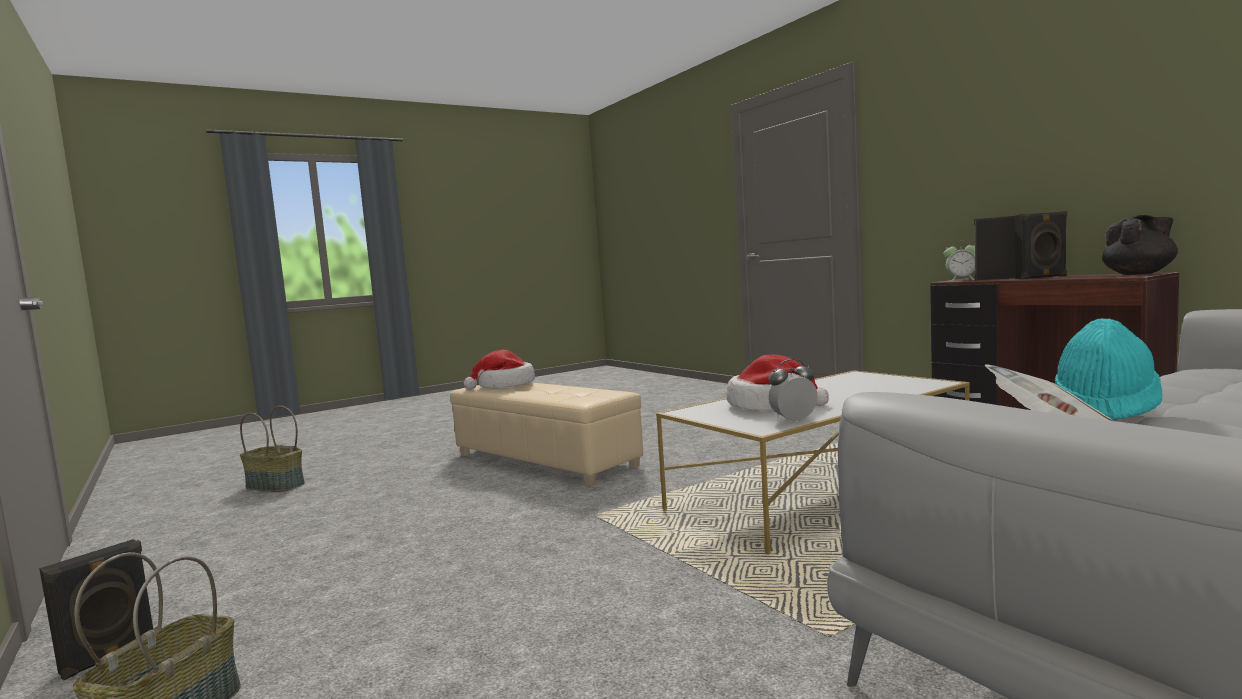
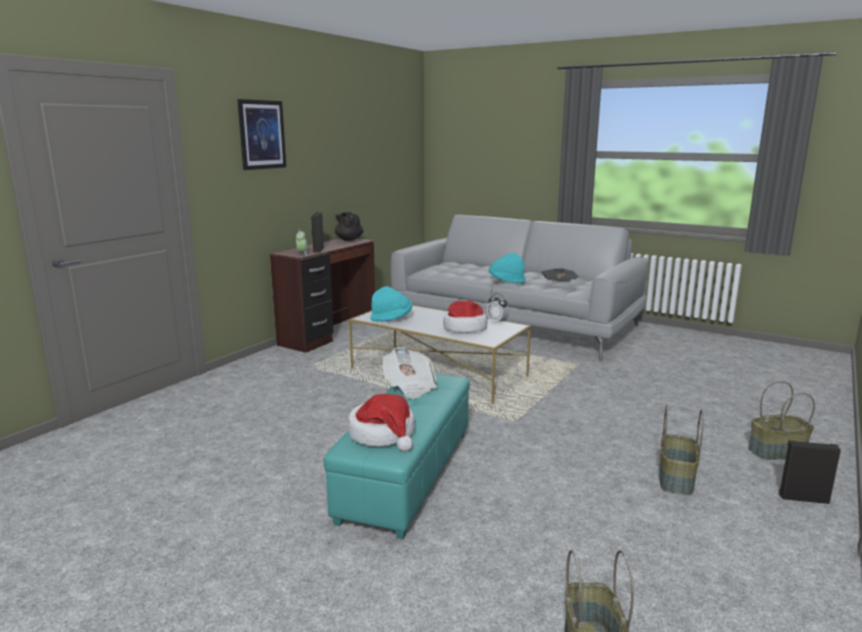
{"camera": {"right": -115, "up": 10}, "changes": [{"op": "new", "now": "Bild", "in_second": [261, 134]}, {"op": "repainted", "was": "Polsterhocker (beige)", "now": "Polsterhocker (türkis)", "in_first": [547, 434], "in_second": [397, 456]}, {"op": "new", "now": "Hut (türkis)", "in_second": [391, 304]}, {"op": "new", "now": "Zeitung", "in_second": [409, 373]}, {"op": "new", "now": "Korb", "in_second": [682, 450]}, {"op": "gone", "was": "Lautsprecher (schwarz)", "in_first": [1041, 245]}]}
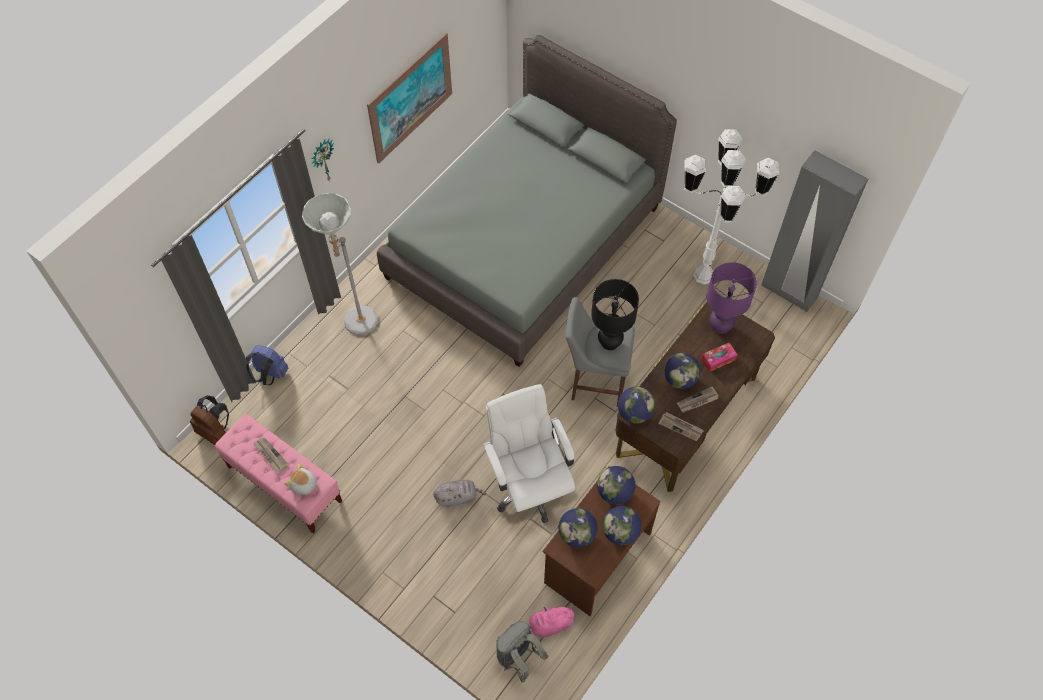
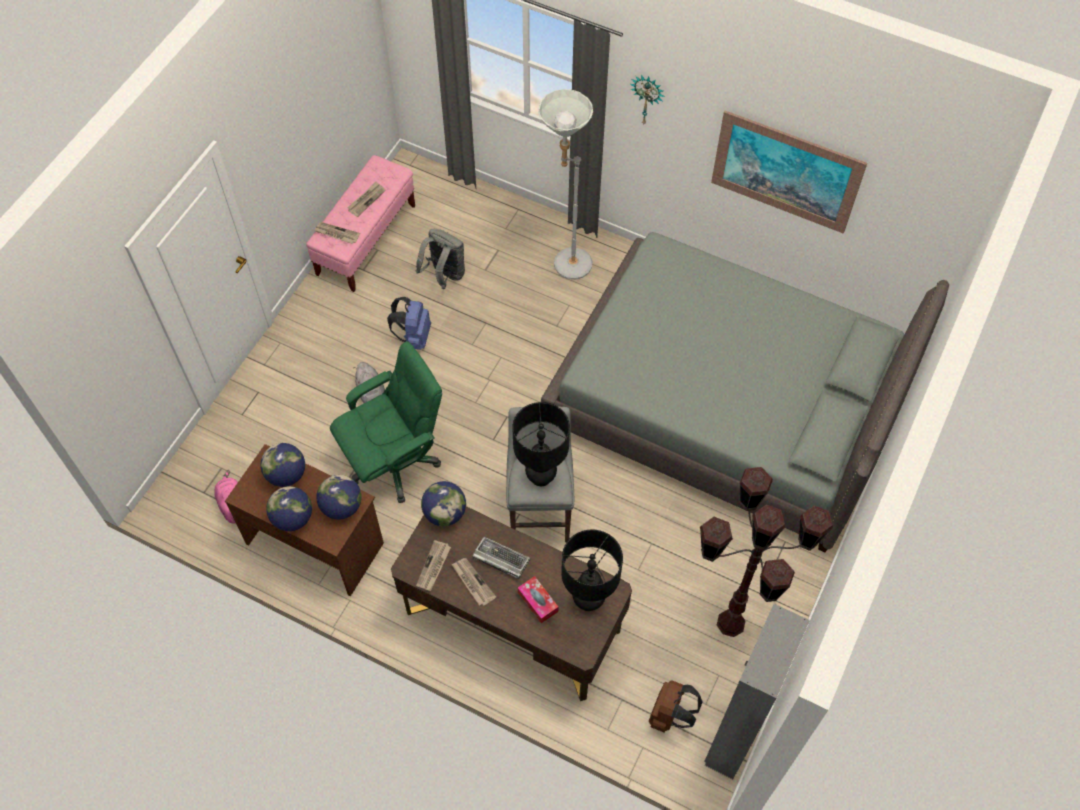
{"camera": {"right": 80, "up": 0}, "changes": [{"op": "swapped", "was": "Plüschtier", "now": "Zeitung", "in_first": [300, 479], "in_second": [337, 233]}, {"op": "repainted", "was": "Bürostuhl (weiß)", "now": "Bürostuhl (grün)", "in_first": [529, 453], "in_second": [386, 422]}, {"op": "shifted", "was": "Rucksack (blau)", "in_first": [267, 365], "in_second": [409, 323]}, {"op": "shifted", "was": "Rucksack (grau)", "in_first": [522, 652], "in_second": [440, 259]}, {"op": "swapped", "was": "Globus", "now": "Tastatur", "in_first": [682, 371], "in_second": [501, 558]}, {"op": "repainted", "was": "Tischlampe (lila)", "now": "Tischlampe (schwarz)", "in_first": [732, 298], "in_second": [592, 570]}, {"op": "shifted", "was": "Rucksack (braun)", "in_first": [209, 420], "in_second": [675, 706]}, {"op": "repainted", "was": "Stehlampe (weiß)", "now": "Stehlampe (braun)", "in_first": [731, 207], "in_second": [766, 552]}]}
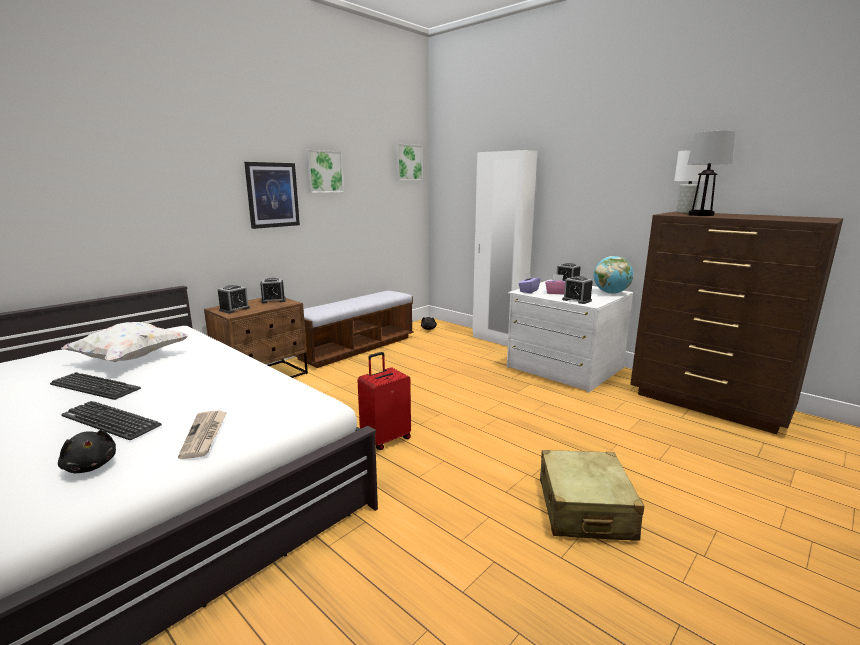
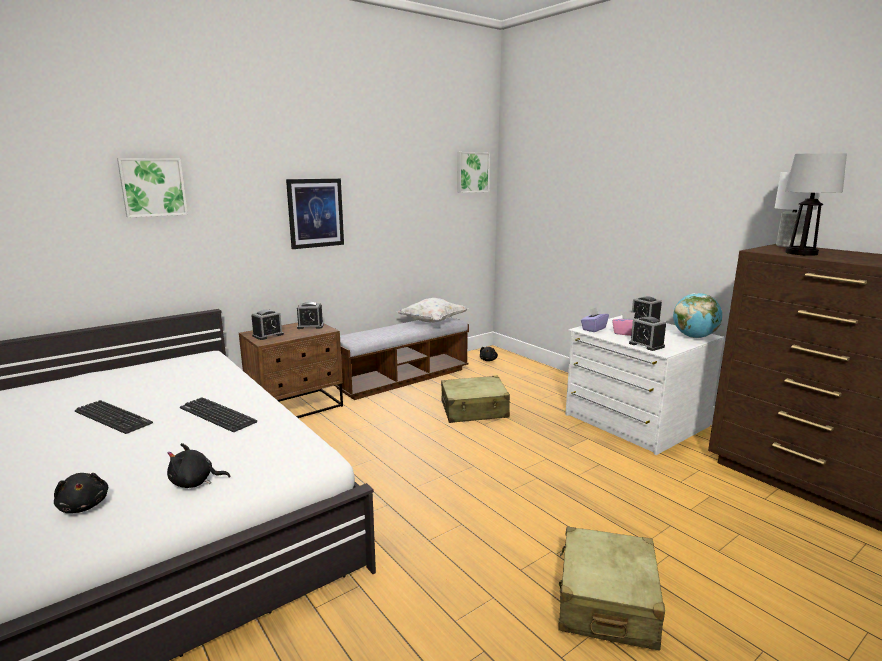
{"camera": {"right": 10, "up": 0}, "changes": [{"op": "shifted", "was": "Bild", "in_first": [324, 171], "in_second": [152, 188]}, {"op": "swapped", "was": "Zeitung", "now": "Plüschtier (schwarz)", "in_first": [202, 434], "in_second": [198, 465]}, {"op": "shifted", "was": "Tastatur", "in_first": [111, 420], "in_second": [218, 414]}, {"op": "shifted", "was": "Kissen (weiß)", "in_first": [125, 342], "in_second": [432, 310]}, {"op": "new", "now": "Koffer (beige)", "in_second": [475, 399]}, {"op": "gone", "was": "Koffer (rot)", "in_first": [384, 401]}, {"op": "gone", "was": "Kleiderschrank (weiß)", "in_first": [504, 248]}]}
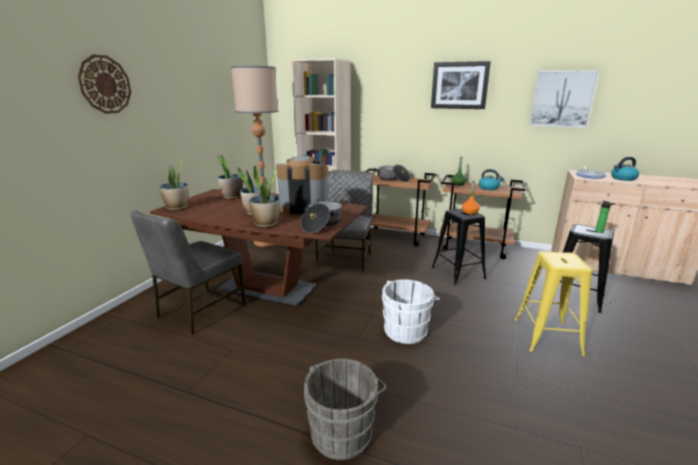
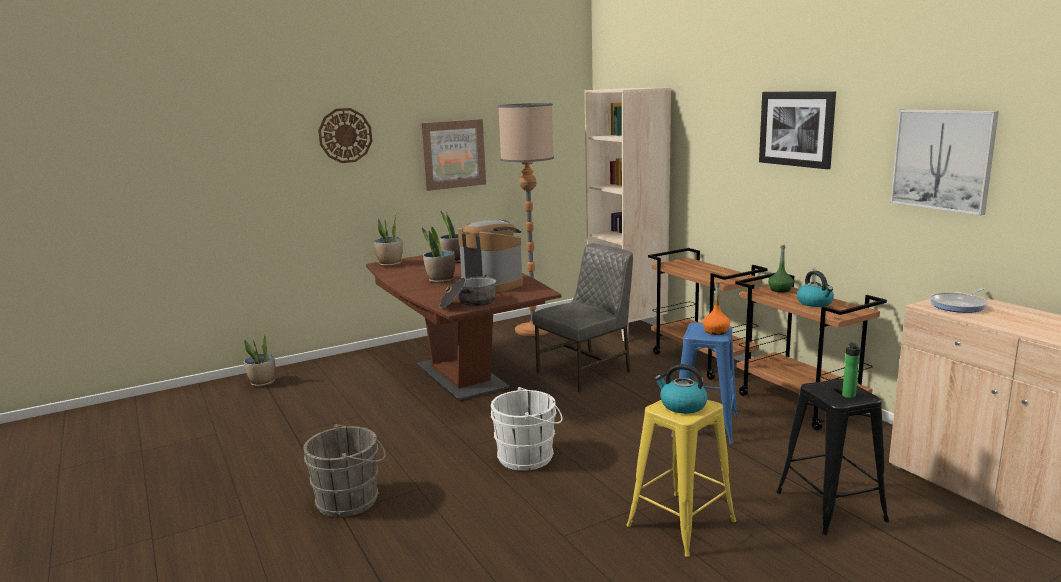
{"camera": {"right": 40, "up": -5}, "changes": [{"op": "shifted", "was": "Topfpflanze", "in_first": [264, 198], "in_second": [260, 360]}, {"op": "new", "now": "Bild", "in_second": [453, 155]}, {"op": "shifted", "was": "Wasserkessel", "in_first": [625, 169], "in_second": [681, 389]}, {"op": "repainted", "was": "Hocker (schwarz)", "now": "Hocker (blau)", "in_first": [459, 247], "in_second": [704, 383]}, {"op": "gone", "was": "Stuhl (grau)", "in_first": [188, 272]}, {"op": "gone", "was": "Kochtopf", "in_first": [392, 173]}]}
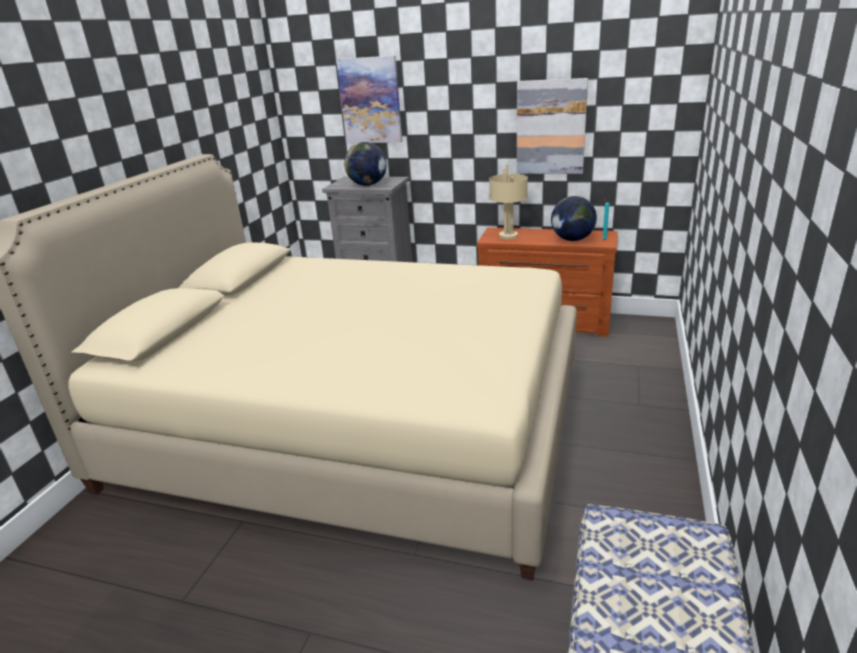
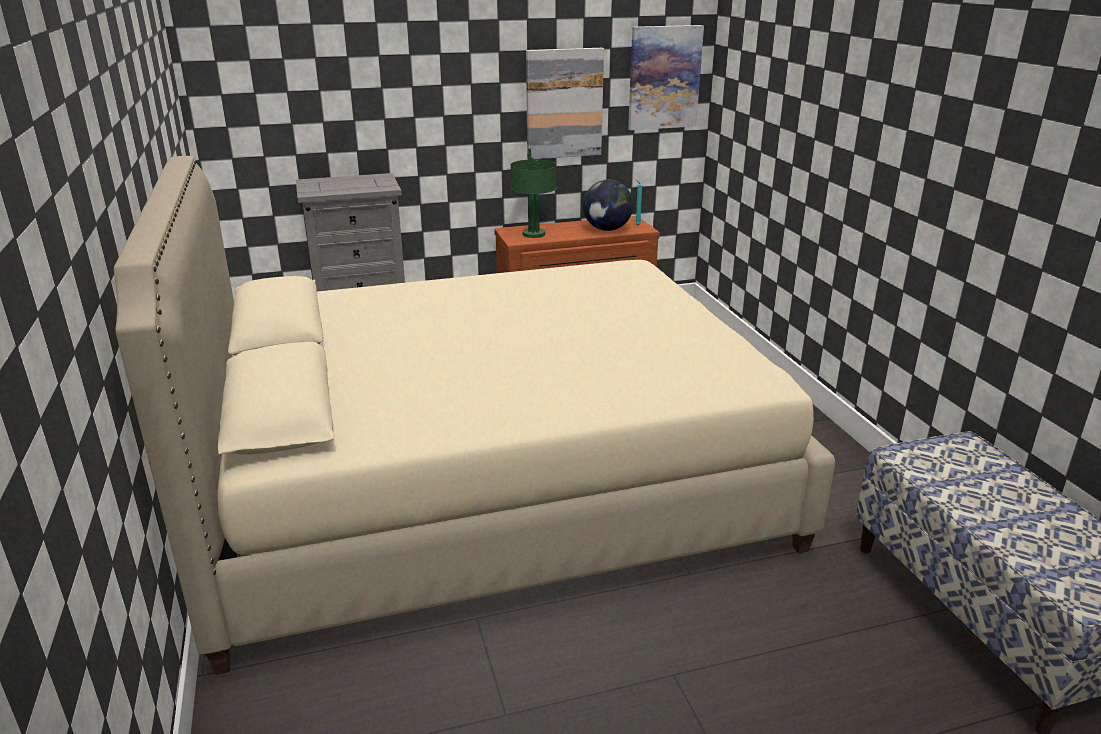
{"camera": {"right": -35, "up": 0}, "changes": [{"op": "repainted", "was": "Tischlampe (beige)", "now": "Tischlampe (grün)", "in_first": [508, 201], "in_second": [533, 193]}, {"op": "shifted", "was": "Bild", "in_first": [369, 99], "in_second": [666, 77]}, {"op": "gone", "was": "Globus", "in_first": [365, 164]}]}
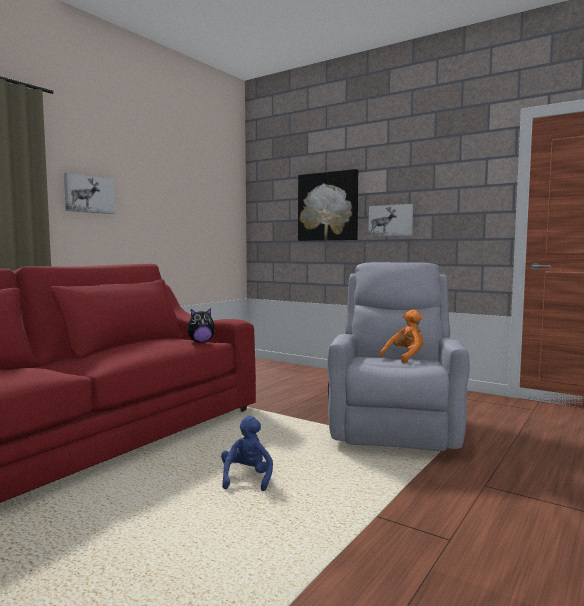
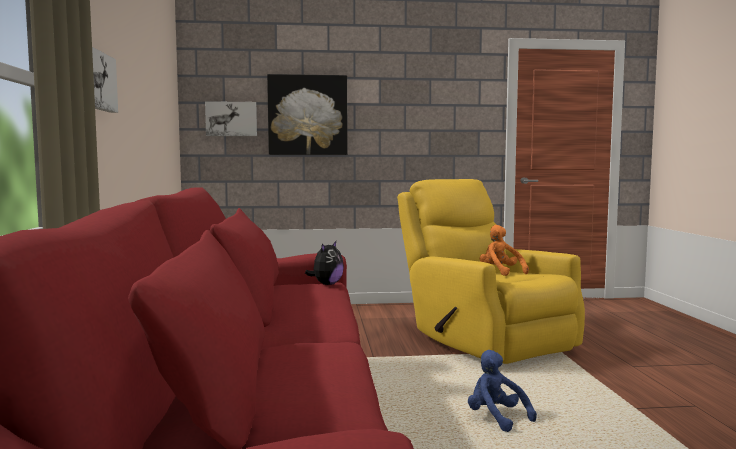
{"camera": {"right": -40, "up": 0}, "changes": [{"op": "shifted", "was": "Bild", "in_first": [391, 220], "in_second": [231, 118]}, {"op": "repainted", "was": "Sessel (grau)", "now": "Sessel (gelb)", "in_first": [398, 356], "in_second": [491, 271]}, {"op": "rotated", "was": "Plüschtier (orange)", "in_first": [401, 336], "in_second": [504, 250], "clockwise": -45}]}
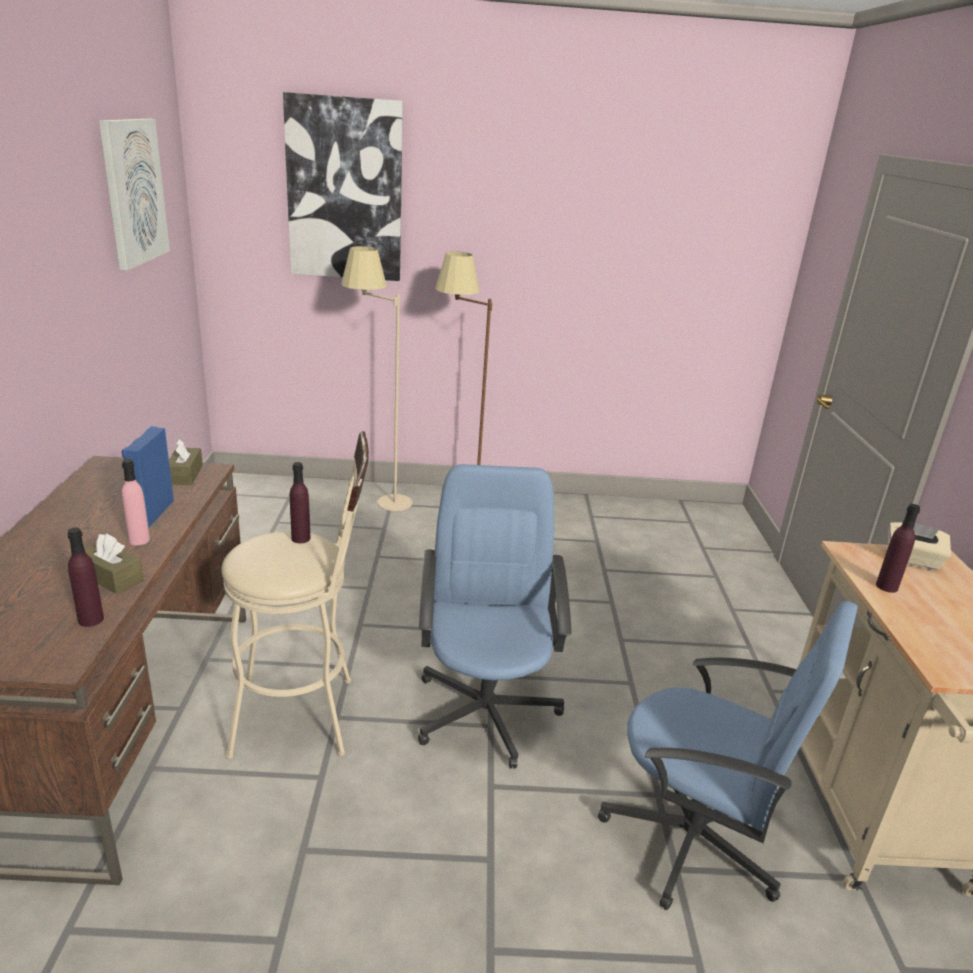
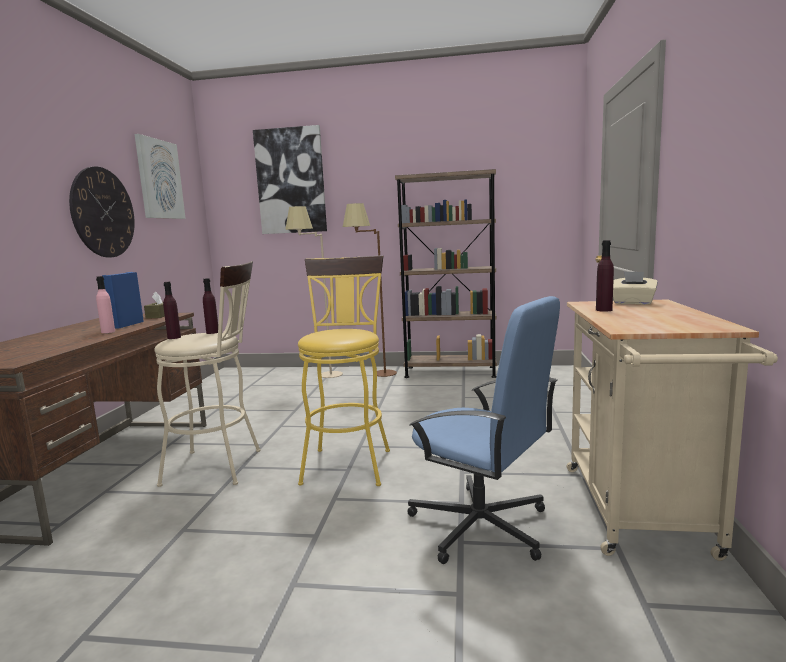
{"camera": {"right": 10, "up": -15}, "changes": [{"op": "new", "now": "Wanduhr", "in_second": [102, 212]}, {"op": "shifted", "was": "Flasche (lila)", "in_first": [85, 577], "in_second": [172, 310]}, {"op": "swapped", "was": "Bürostuhl (blau)", "now": "Hocker (gelb)", "in_first": [495, 616], "in_second": [344, 370]}, {"op": "new", "now": "Bücherregal (braun)", "in_second": [446, 273]}, {"op": "gone", "was": "Taschentuchbox (braun)", "in_first": [114, 563]}]}
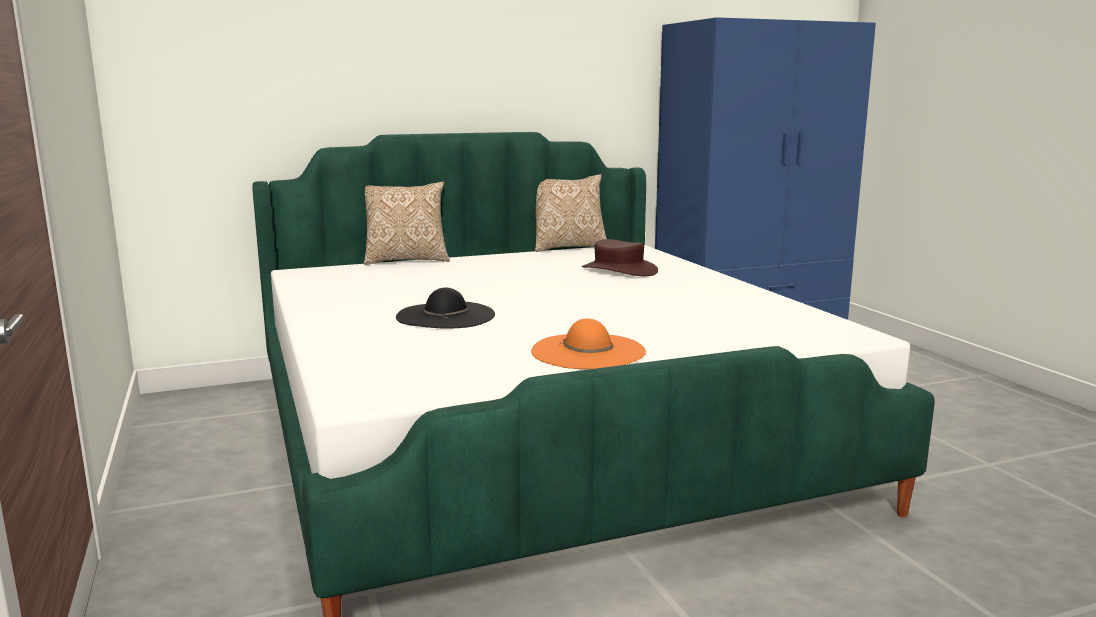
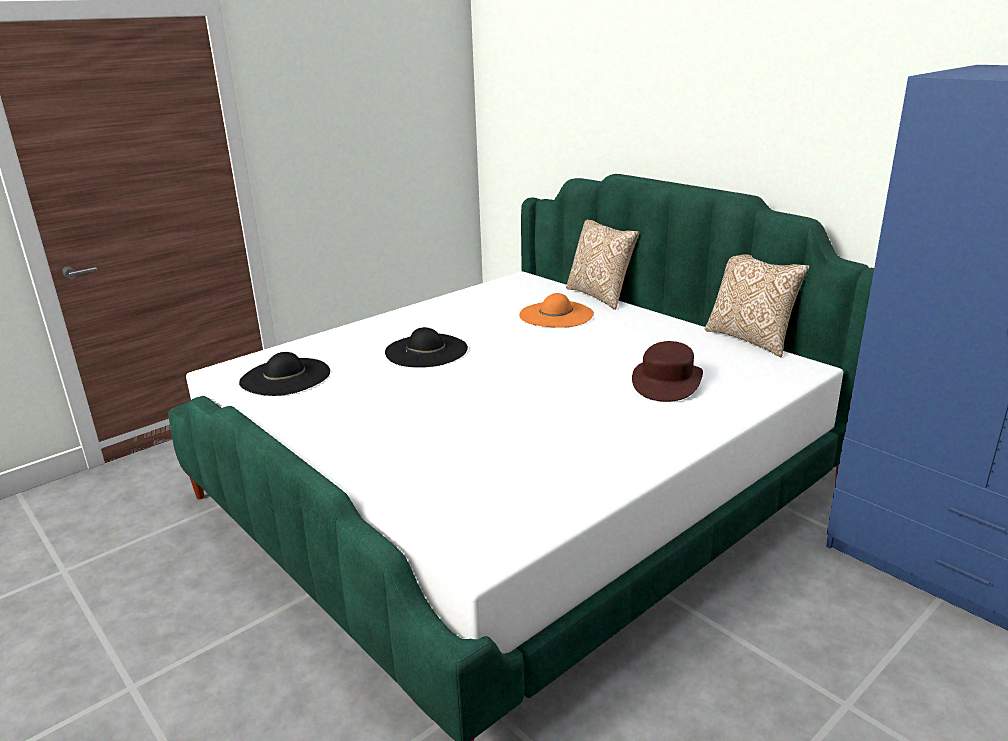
{"camera": {"right": 70, "up": 10}, "changes": [{"op": "new", "now": "Hut (schwarz)", "in_second": [284, 374]}, {"op": "shifted", "was": "Hut (orange)", "in_first": [588, 343], "in_second": [556, 310]}]}
